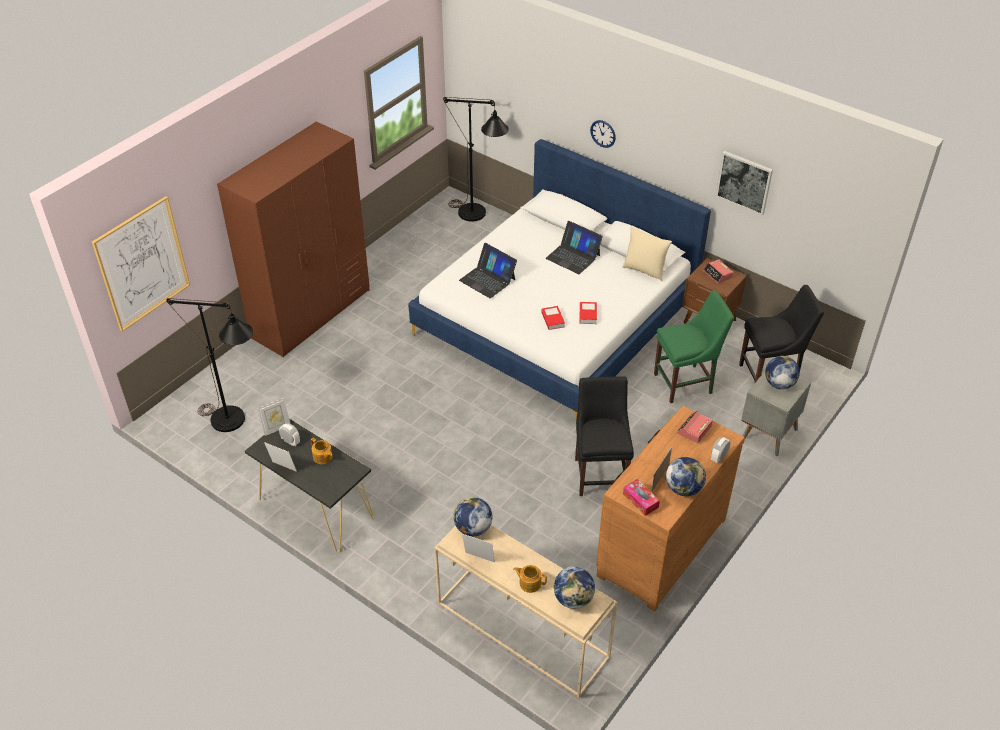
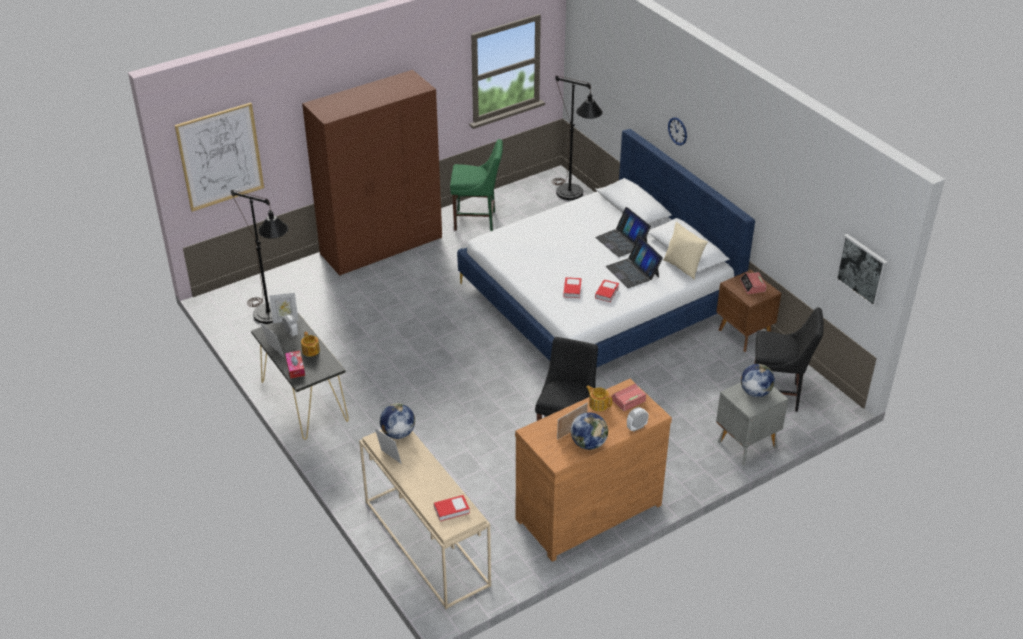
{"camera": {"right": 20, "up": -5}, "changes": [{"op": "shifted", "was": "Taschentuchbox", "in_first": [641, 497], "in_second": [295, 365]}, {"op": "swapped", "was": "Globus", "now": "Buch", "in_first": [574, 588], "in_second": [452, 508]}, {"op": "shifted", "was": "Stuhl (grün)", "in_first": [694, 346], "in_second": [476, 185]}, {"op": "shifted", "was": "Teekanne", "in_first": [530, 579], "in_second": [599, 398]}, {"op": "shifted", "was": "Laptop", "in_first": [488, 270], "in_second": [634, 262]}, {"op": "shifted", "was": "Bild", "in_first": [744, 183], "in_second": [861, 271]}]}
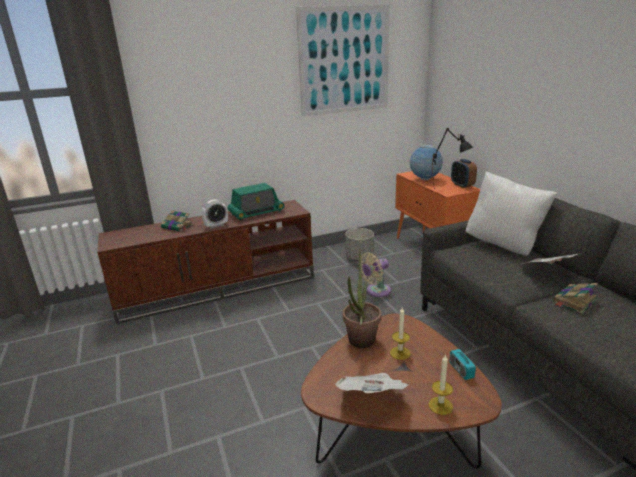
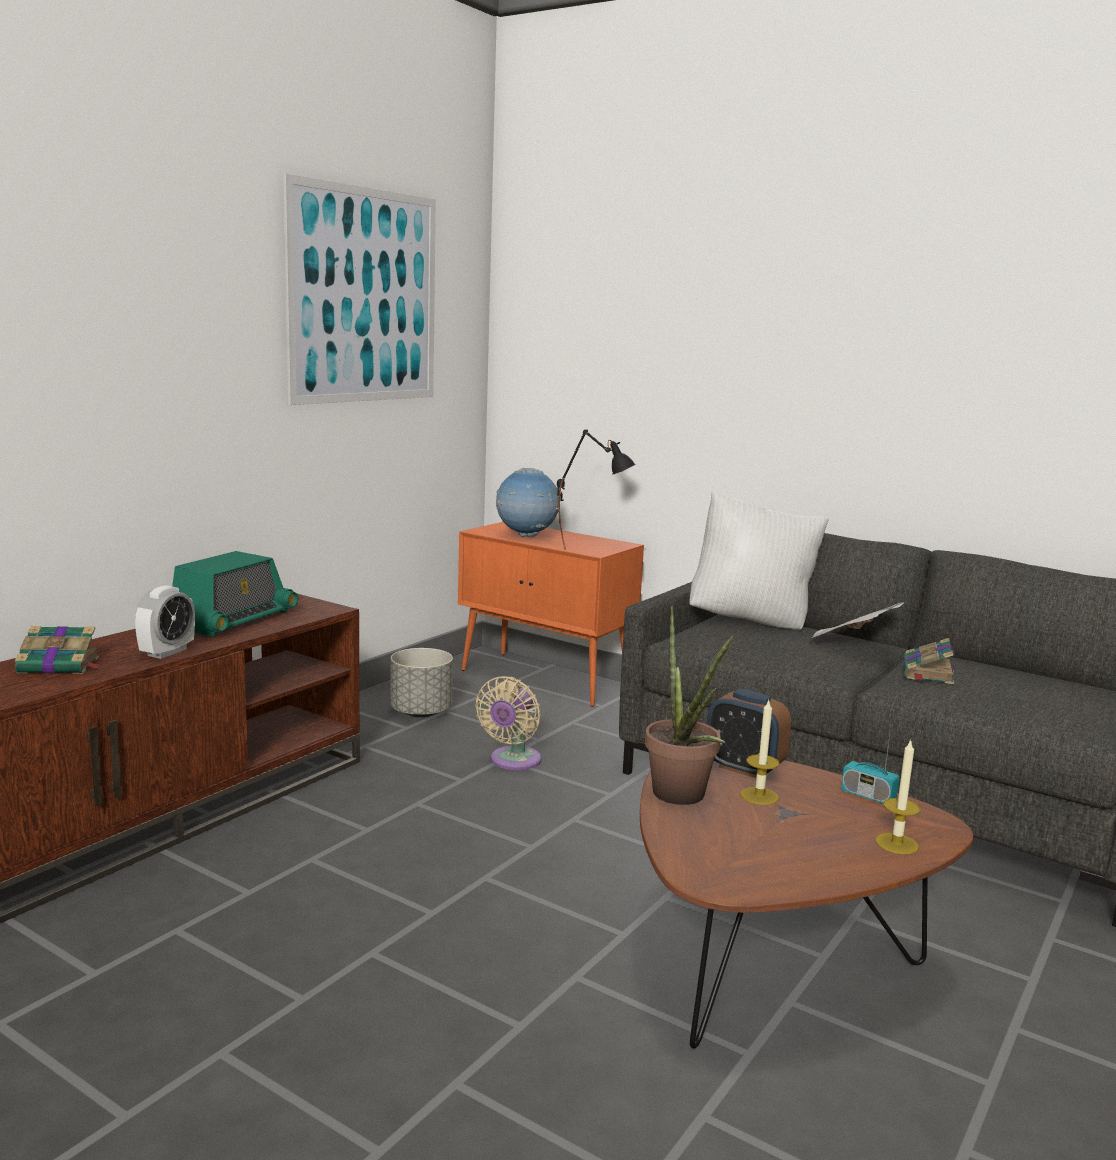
{"camera": {"right": -35, "up": -10}, "changes": [{"op": "shifted", "was": "Wecker", "in_first": [464, 173], "in_second": [749, 733]}, {"op": "gone", "was": "Zeitung", "in_first": [371, 383]}]}
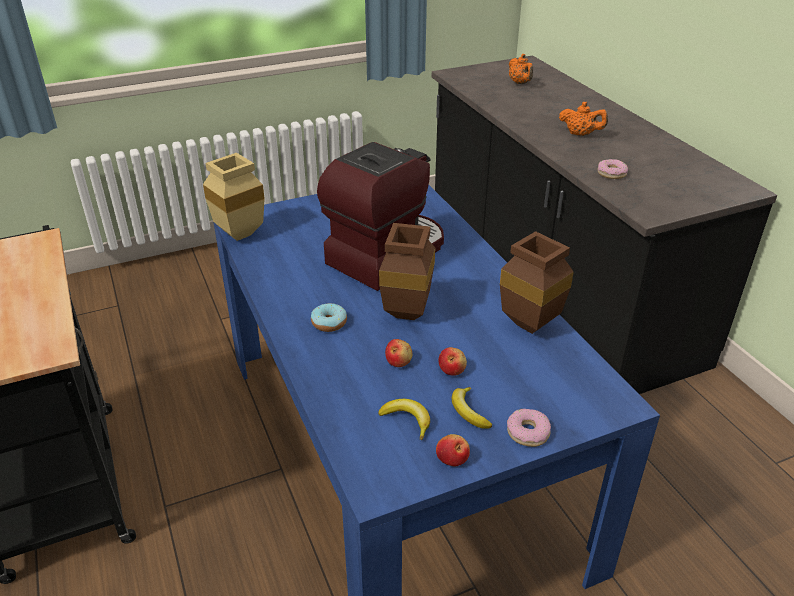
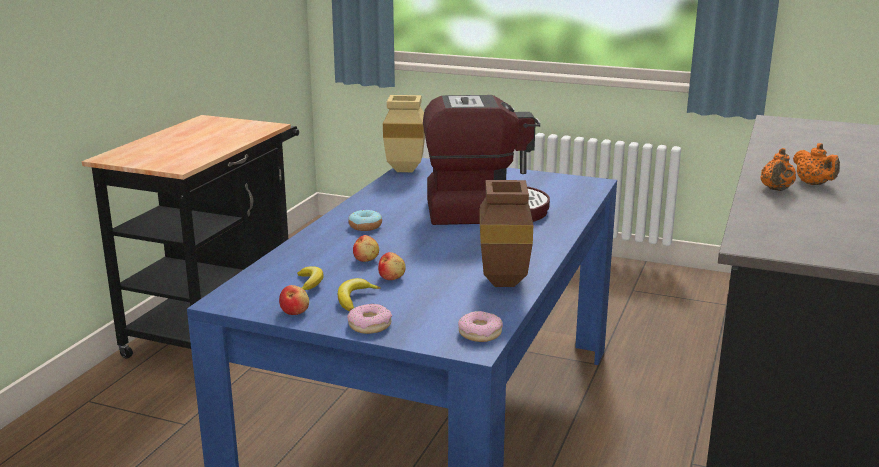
{"camera": {"right": 45, "up": -15}, "changes": [{"op": "shifted", "was": "Donut", "in_first": [613, 169], "in_second": [480, 326]}, {"op": "shifted", "was": "Teekanne (orange)", "in_first": [521, 69], "in_second": [778, 169]}, {"op": "gone", "was": "Vase (braun)", "in_first": [407, 271]}]}
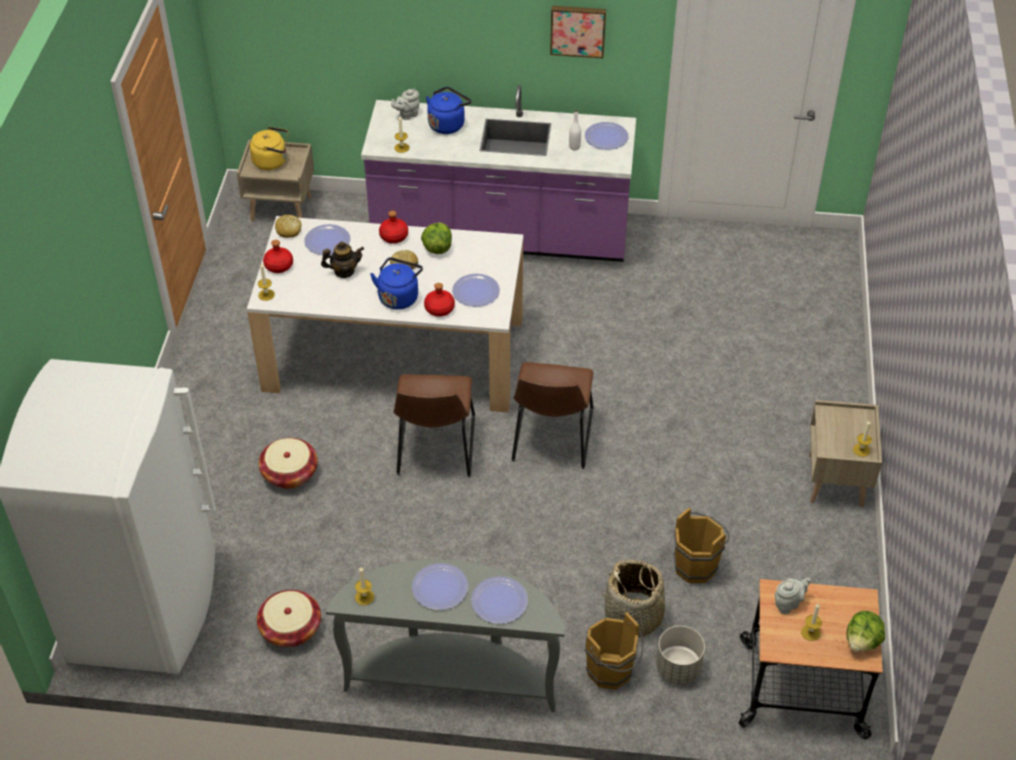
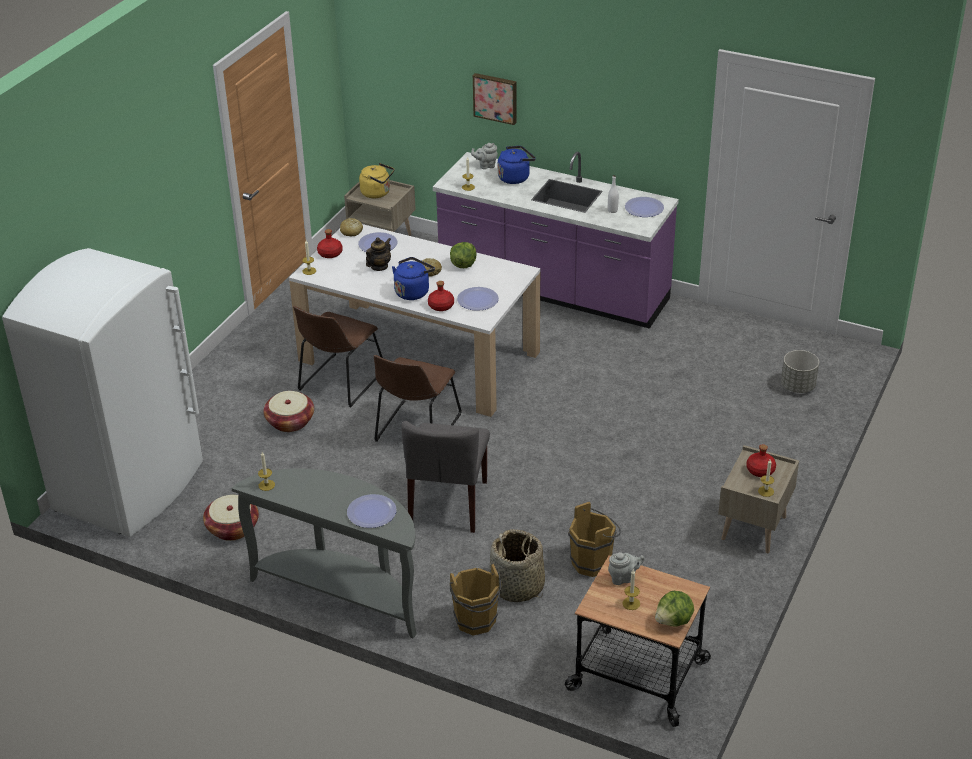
{"camera": {"right": 20, "up": -10}, "changes": [{"op": "shifted", "was": "Stuhl (braun)", "in_first": [552, 415], "in_second": [338, 356]}, {"op": "rotated", "was": "Teekanne", "in_first": [342, 259], "in_second": [378, 254], "clockwise": -60}, {"op": "new", "now": "Stuhl (grau)", "in_second": [445, 477]}, {"op": "shifted", "was": "Bild", "in_first": [578, 32], "in_second": [495, 99]}, {"op": "shifted", "was": "Flasche (rot)", "in_first": [393, 227], "in_second": [761, 460]}, {"op": "shifted", "was": "Pflanzkübel (grau)", "in_first": [680, 655], "in_second": [800, 371]}, {"op": "gone", "was": "Teller", "in_first": [440, 586]}]}
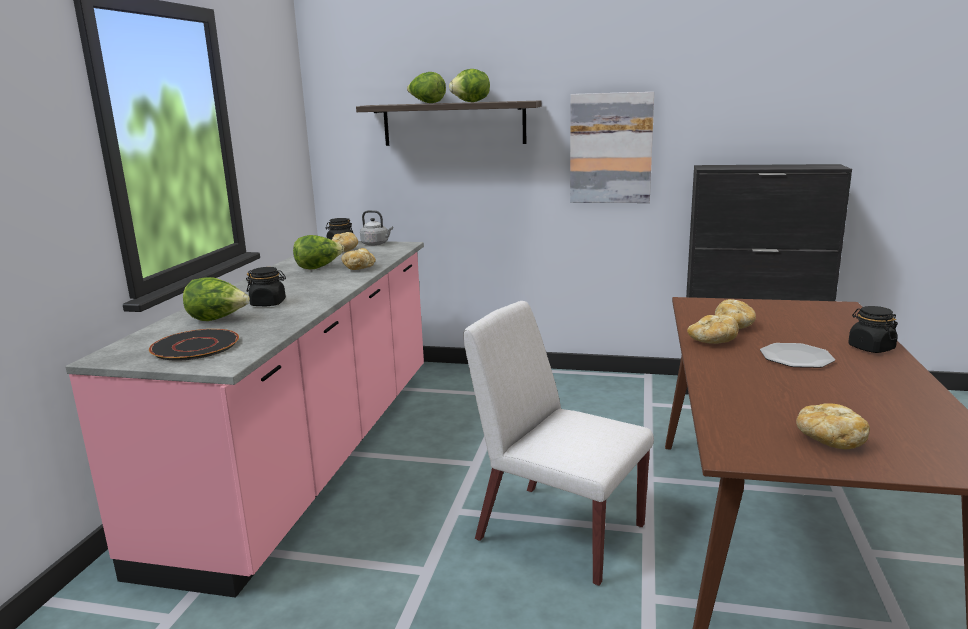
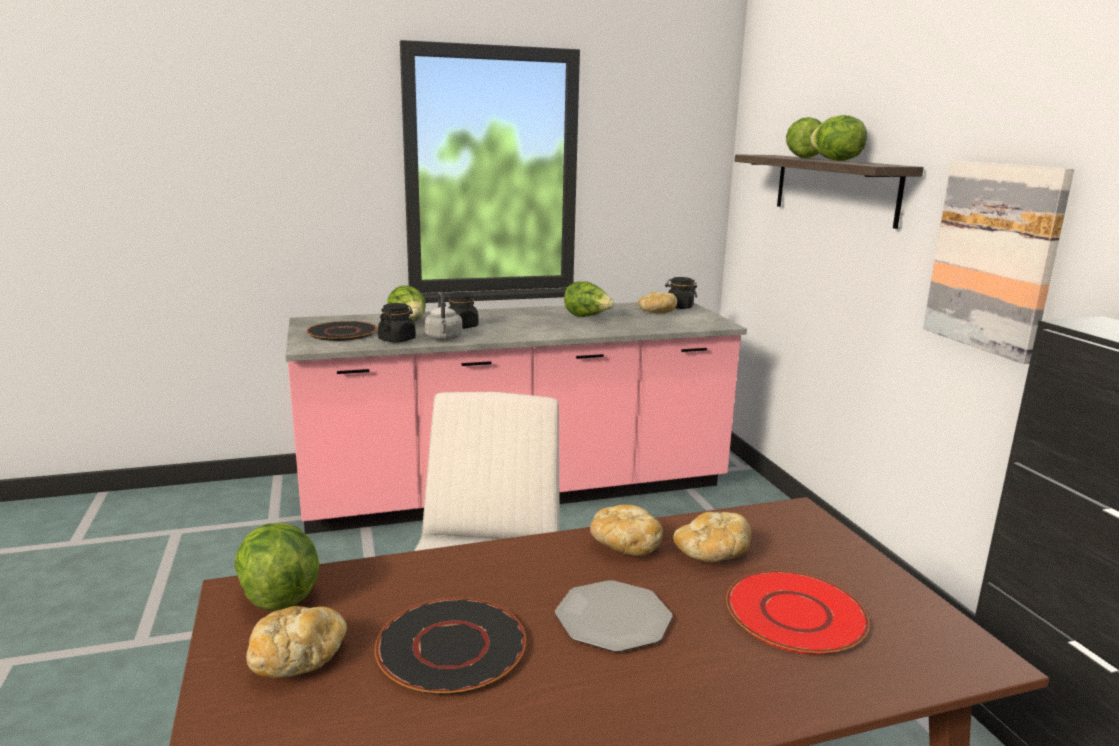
{"camera": {"right": 60, "up": 0}, "changes": [{"op": "new", "now": "Salatkopf", "in_second": [277, 567]}, {"op": "new", "now": "Teller (schwarz)", "in_second": [450, 646]}, {"op": "shifted", "was": "Vorratsglas (schwarz)", "in_first": [873, 329], "in_second": [397, 323]}, {"op": "shifted", "was": "Wasserkessel (grau)", "in_first": [376, 228], "in_second": [443, 316]}, {"op": "new", "now": "Teller (rot)", "in_second": [798, 613]}, {"op": "gone", "was": "Brot", "in_first": [358, 259]}]}
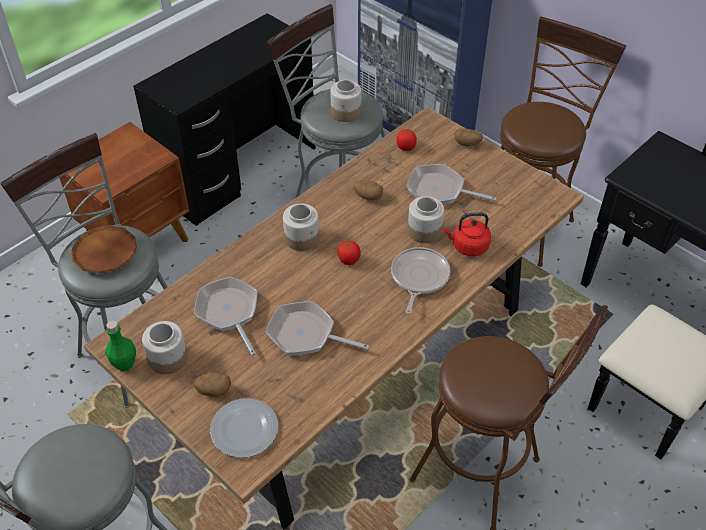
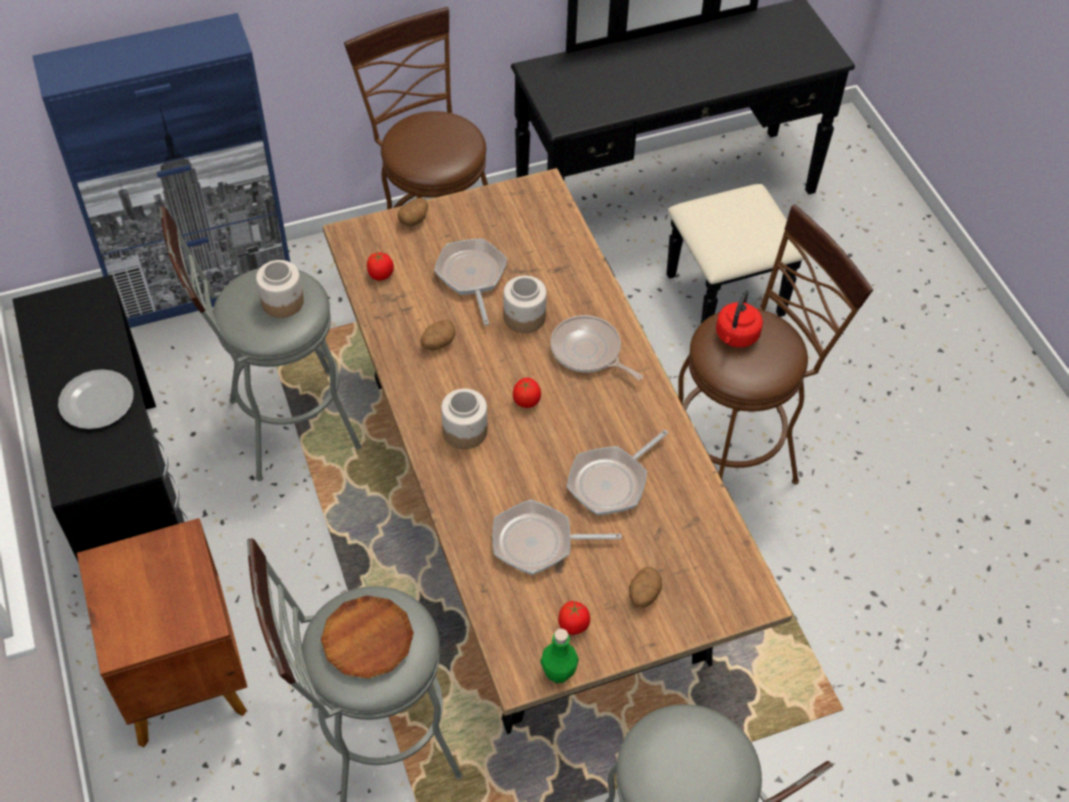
{"camera": {"right": -65, "up": 5}, "changes": [{"op": "shifted", "was": "Teller", "in_first": [244, 428], "in_second": [96, 399]}, {"op": "rotated", "was": "Pfanne", "in_first": [451, 184], "in_second": [470, 282], "clockwise": 120}, {"op": "swapped", "was": "Vorratsglas", "now": "Tomate", "in_first": [164, 347], "in_second": [574, 618]}, {"op": "shifted", "was": "Wasserkessel (rot)", "in_first": [467, 234], "in_second": [739, 319]}]}
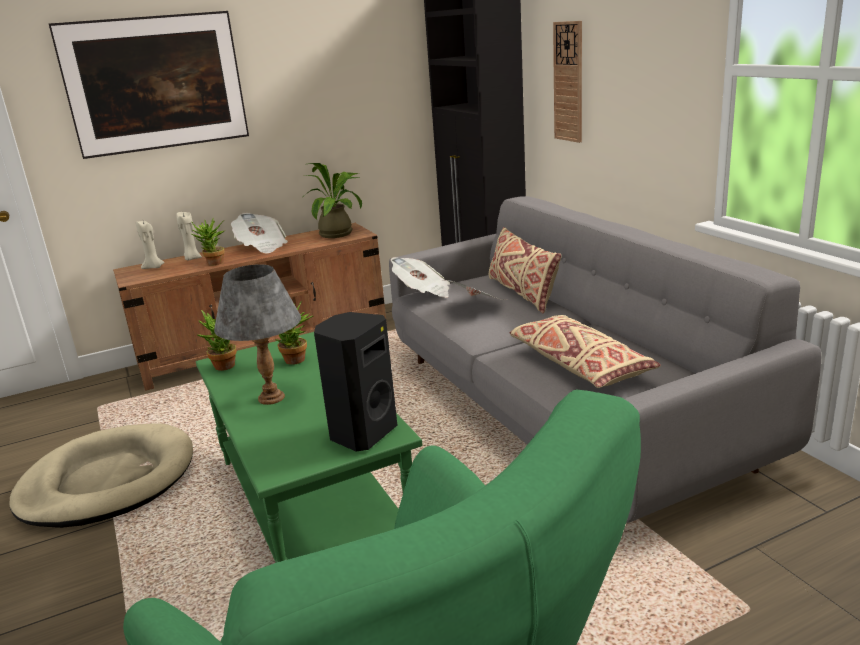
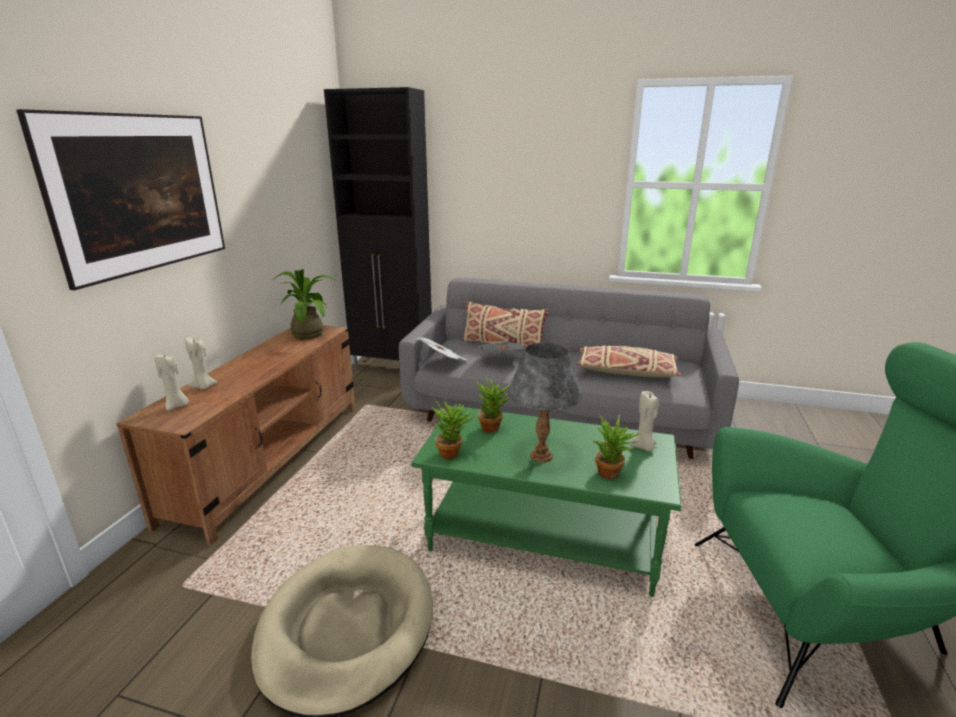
{"camera": {"right": -50, "up": 0}, "changes": [{"op": "shifted", "was": "Topfpflanze", "in_first": [209, 241], "in_second": [617, 447]}, {"op": "swapped", "was": "Lautsprecher (schwarz)", "now": "Kerze (beige)", "in_first": [355, 382], "in_second": [644, 421]}, {"op": "gone", "was": "Zeitung", "in_first": [259, 233]}, {"op": "gone", "was": "Wanduhr", "in_first": [567, 82]}]}
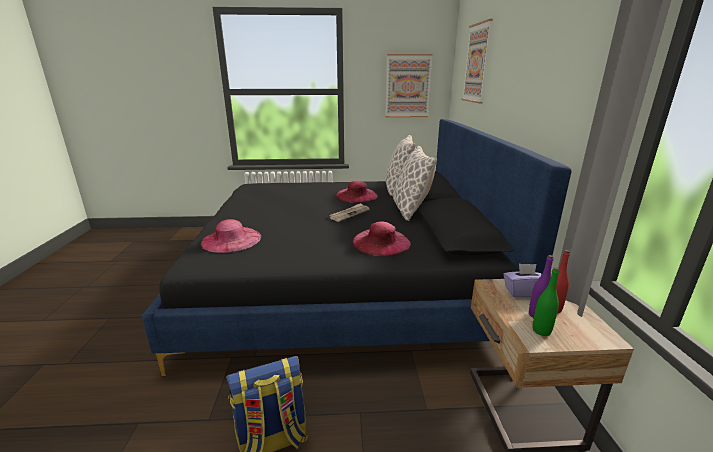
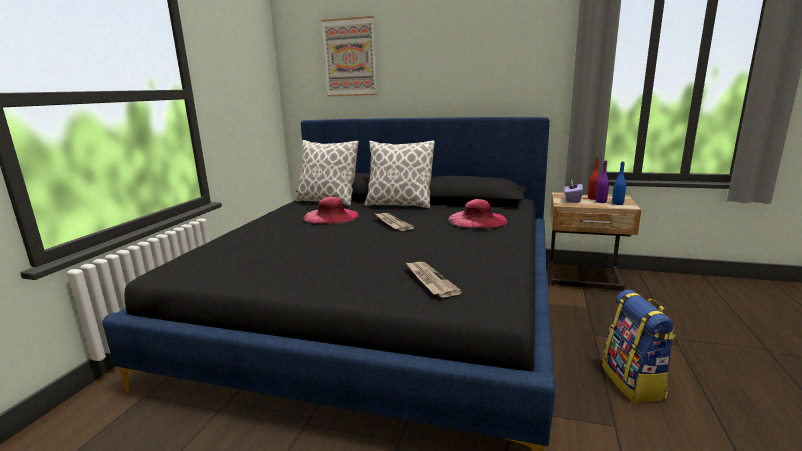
{"camera": {"right": -70, "up": -5}, "changes": [{"op": "swapped", "was": "Hut (rosa)", "now": "Zeitung", "in_first": [231, 236], "in_second": [433, 280]}, {"op": "repainted", "was": "Flasche (grün)", "now": "Flasche (blau)", "in_first": [546, 301], "in_second": [619, 183]}, {"op": "gone", "was": "Bild", "in_first": [409, 86]}]}
